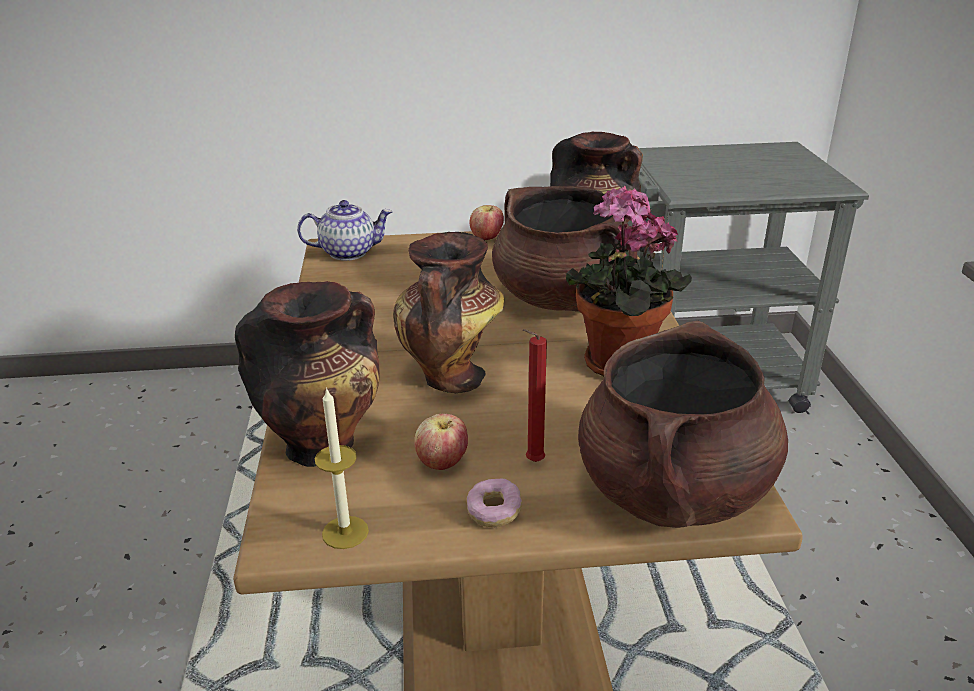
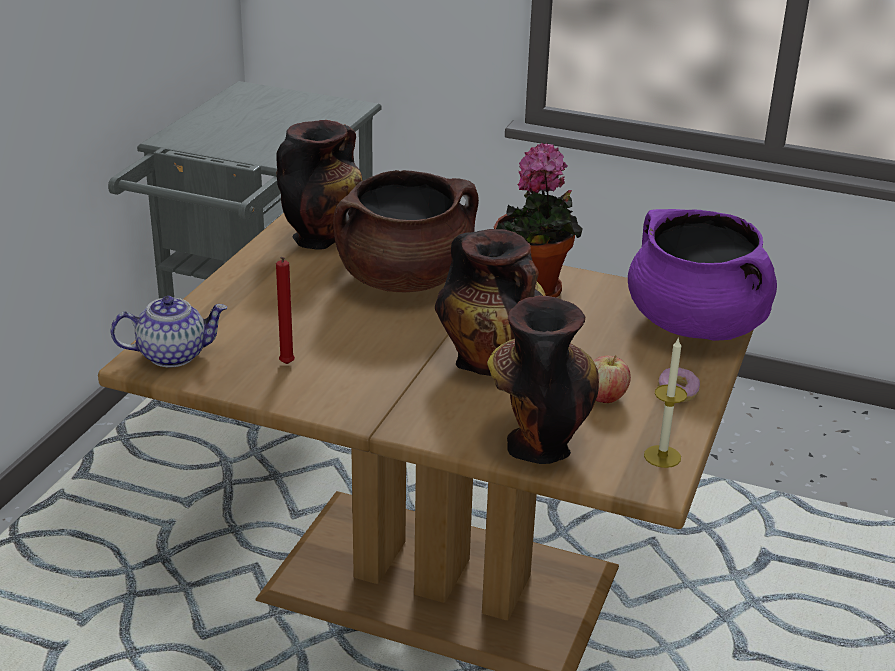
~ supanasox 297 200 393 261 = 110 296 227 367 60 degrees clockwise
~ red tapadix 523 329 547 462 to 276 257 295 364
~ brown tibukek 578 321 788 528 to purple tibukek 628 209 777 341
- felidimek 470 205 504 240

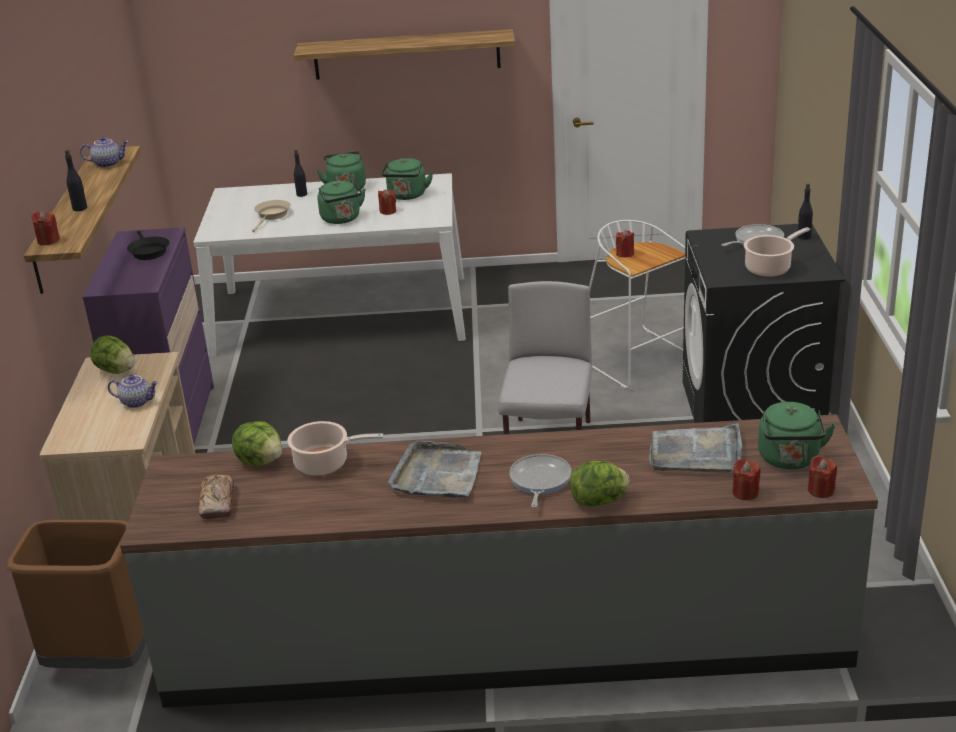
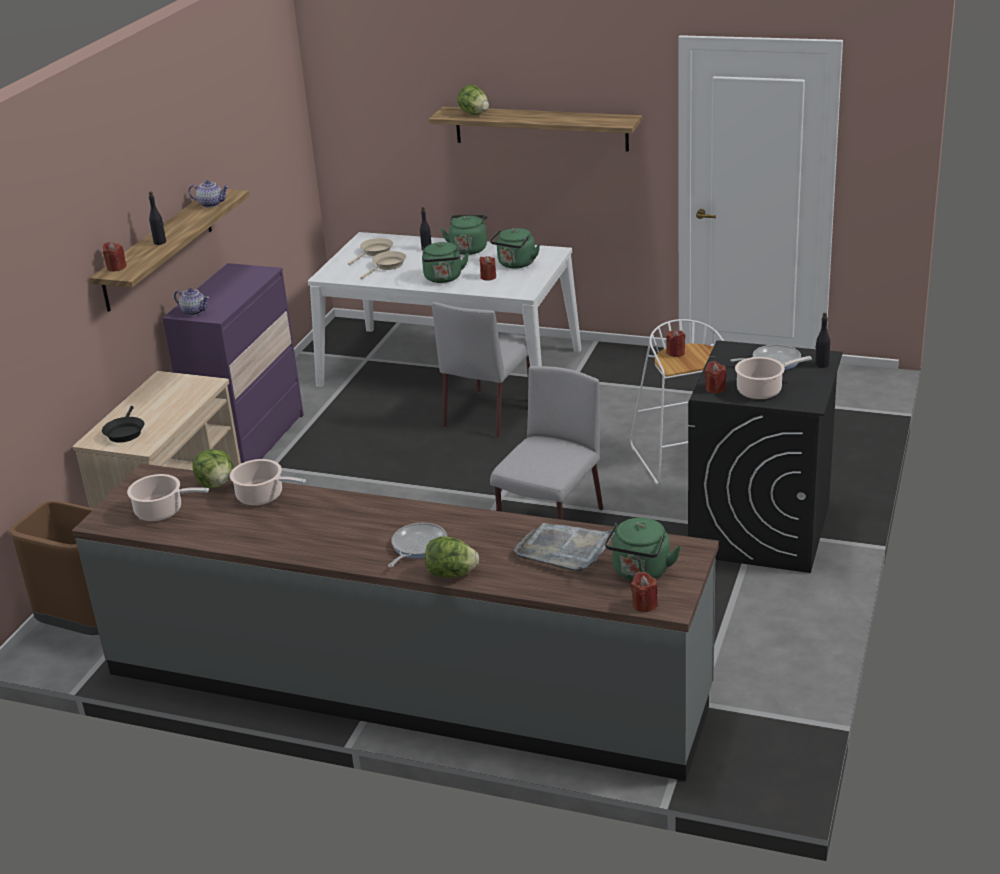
~ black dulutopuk 127 231 169 260 to 102 406 144 443
~ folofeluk 198 474 234 520 to tibukek 127 474 209 521
~ supanasox 108 375 158 408 to 174 288 209 316
+ beige dulutopuk 348 238 393 265
+ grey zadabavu 432 302 530 438
~ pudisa 90 335 135 374 to 457 85 489 115
~ red tapadix 733 458 760 500 to 704 361 726 394
- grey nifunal 388 440 481 498

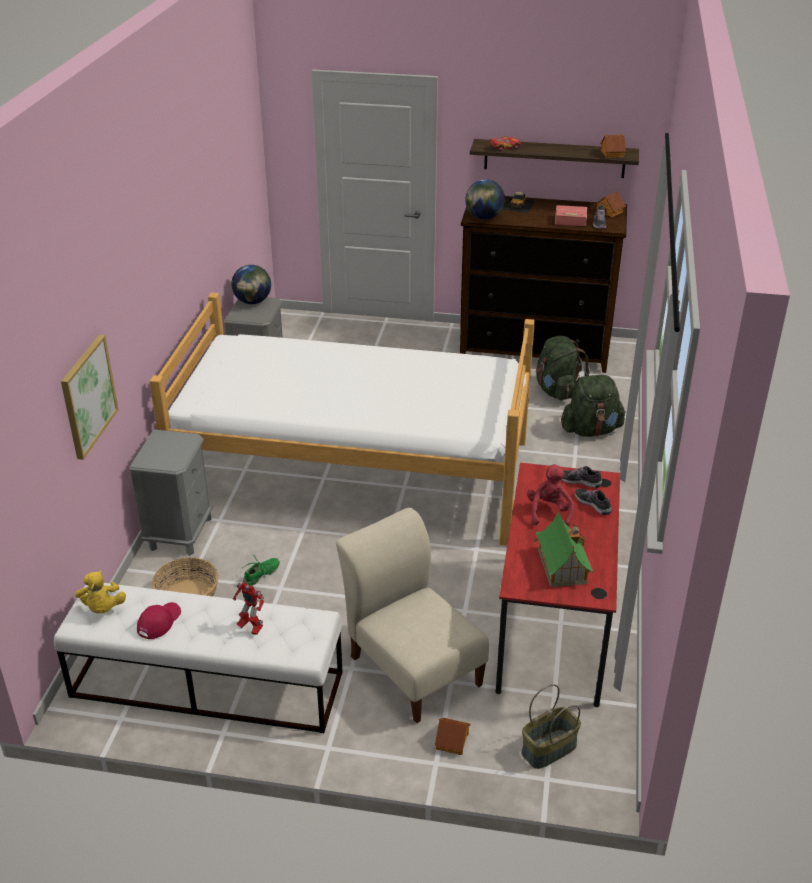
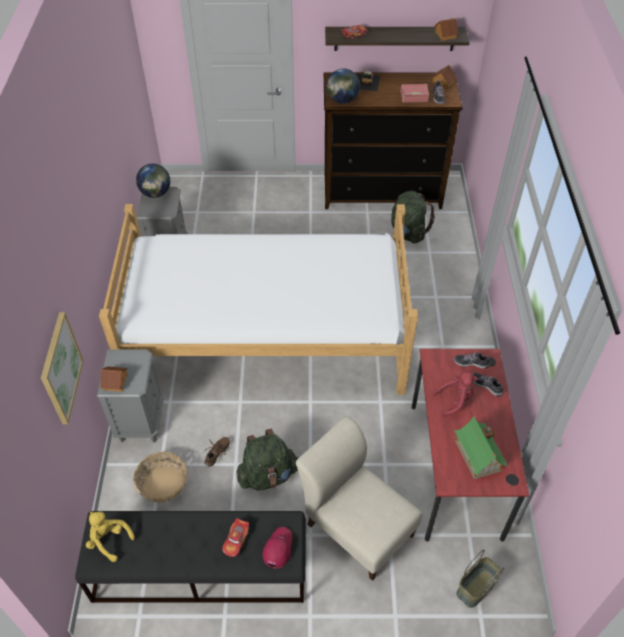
~ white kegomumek 54 583 342 733 to black kegomumek 75 511 306 603
~ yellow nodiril 75 571 126 614 = 86 511 135 562 150 degrees clockwise
~ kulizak 435 718 470 755 to 100 366 128 392
~ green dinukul 242 555 280 586 to brown dinukul 202 437 230 467
~ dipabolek 233 582 264 635 to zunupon 222 518 249 557
~ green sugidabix 561 375 626 437 to 236 429 298 491
~ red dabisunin 137 602 181 639 to 263 527 293 569
~ red nodiril 527 464 574 527 = 432 372 477 416 75 degrees clockwise

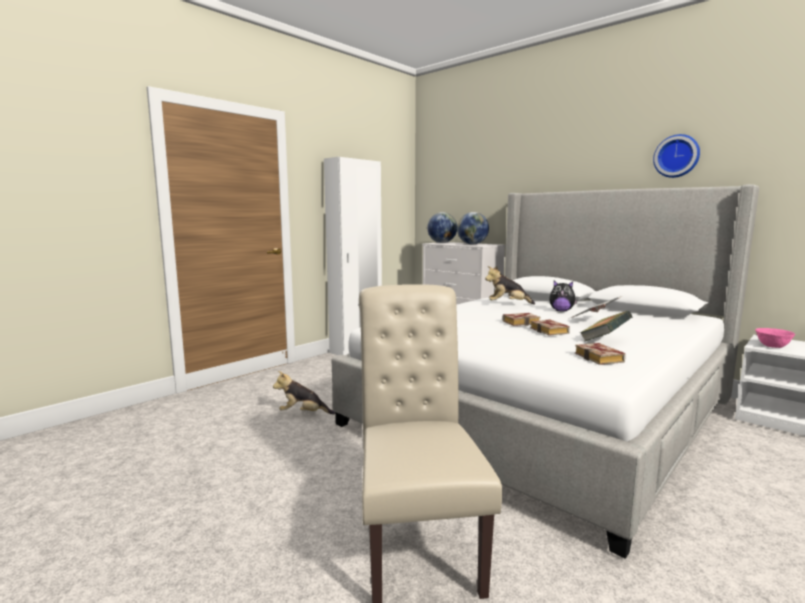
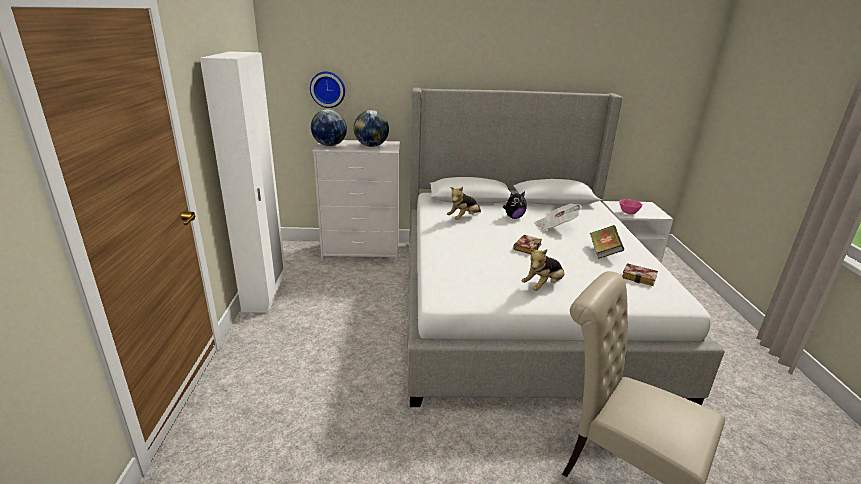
~ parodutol 653 134 700 178 to 310 72 345 108
~ nodiril 273 371 335 414 to 522 249 564 291
- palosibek 530 320 570 336

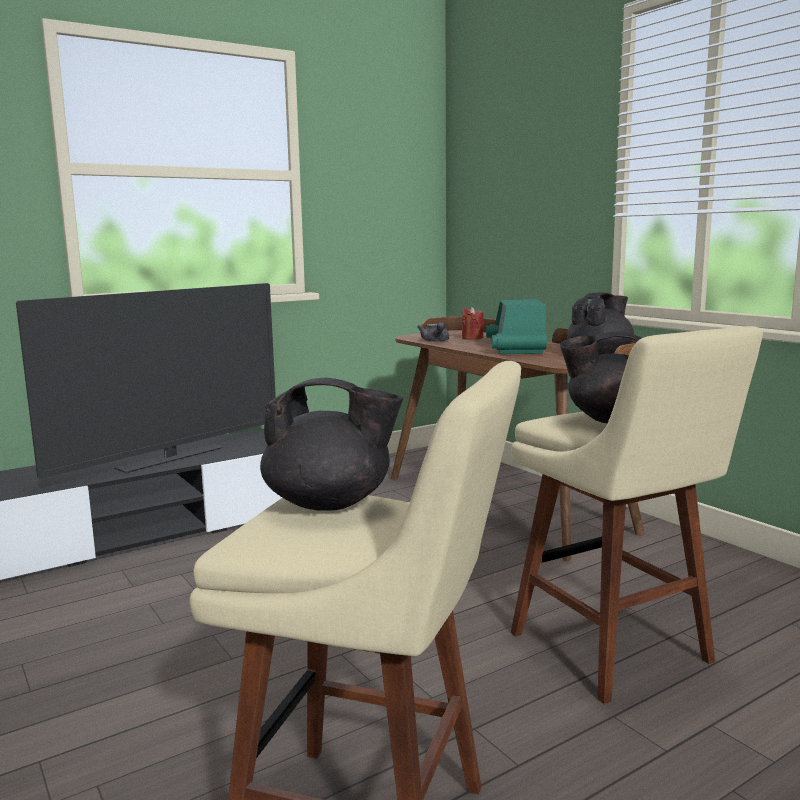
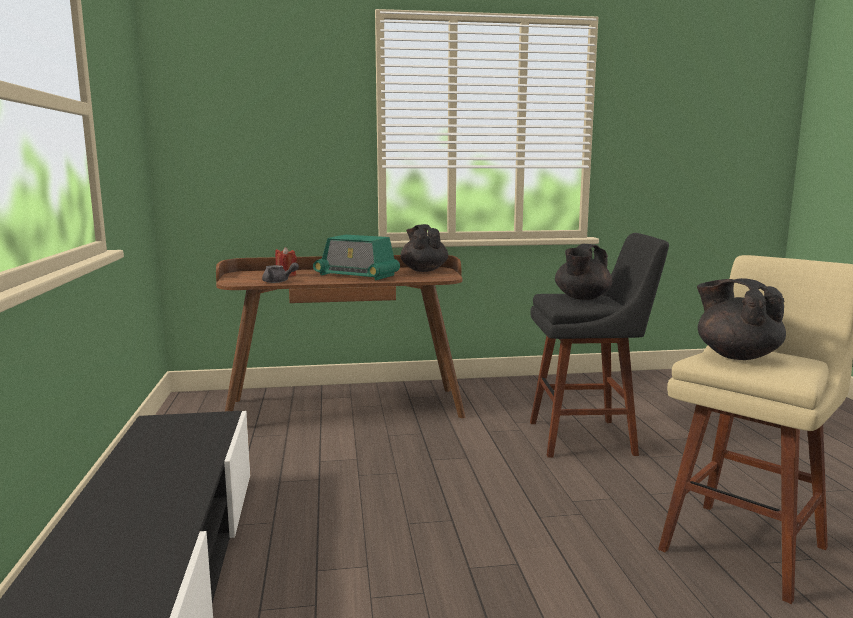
~ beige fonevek 511 326 763 704 to black fonevek 530 233 669 458
~ black supanasox 260 378 403 511 = 697 278 786 360 60 degrees counterclockwise
- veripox 16 283 276 479

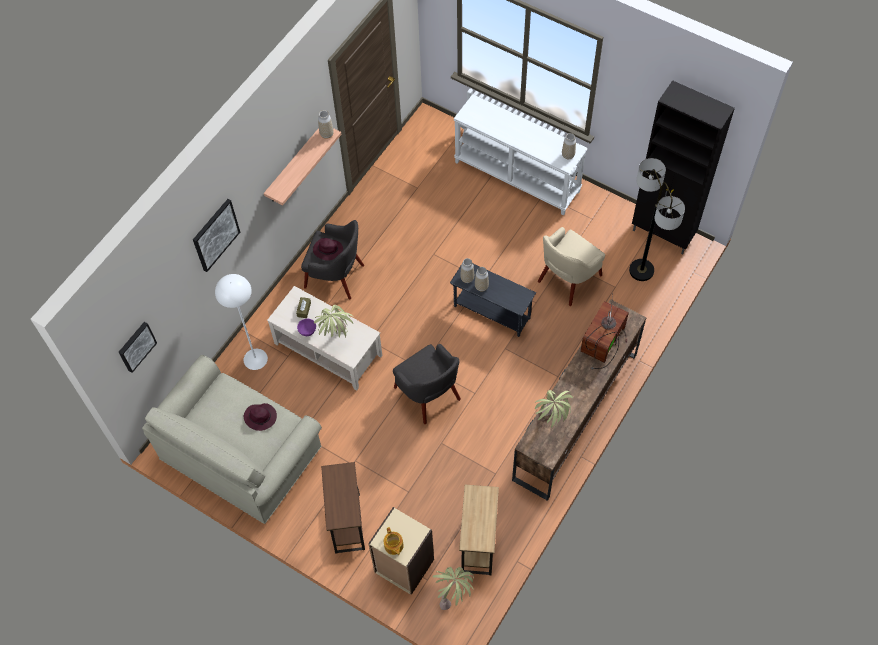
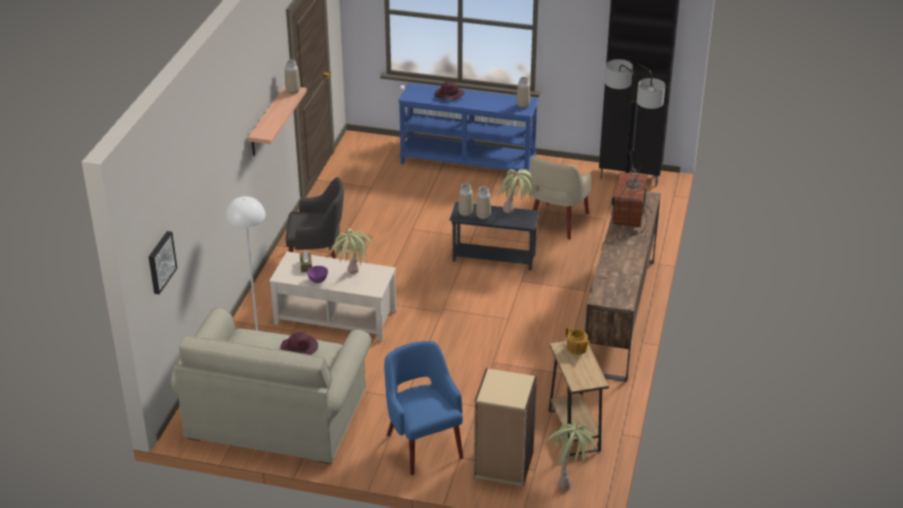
~ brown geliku 321 462 365 554 to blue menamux 384 341 463 475
~ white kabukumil 454 94 587 216 to blue kabukumil 398 83 538 172
~ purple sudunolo 313 238 343 261 to 435 81 464 101
~ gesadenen 535 390 573 428 to 500 169 534 214
~ supanasox 384 527 404 555 to 565 327 590 355
- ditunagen 193 199 240 272
- grey menamux 393 344 461 424

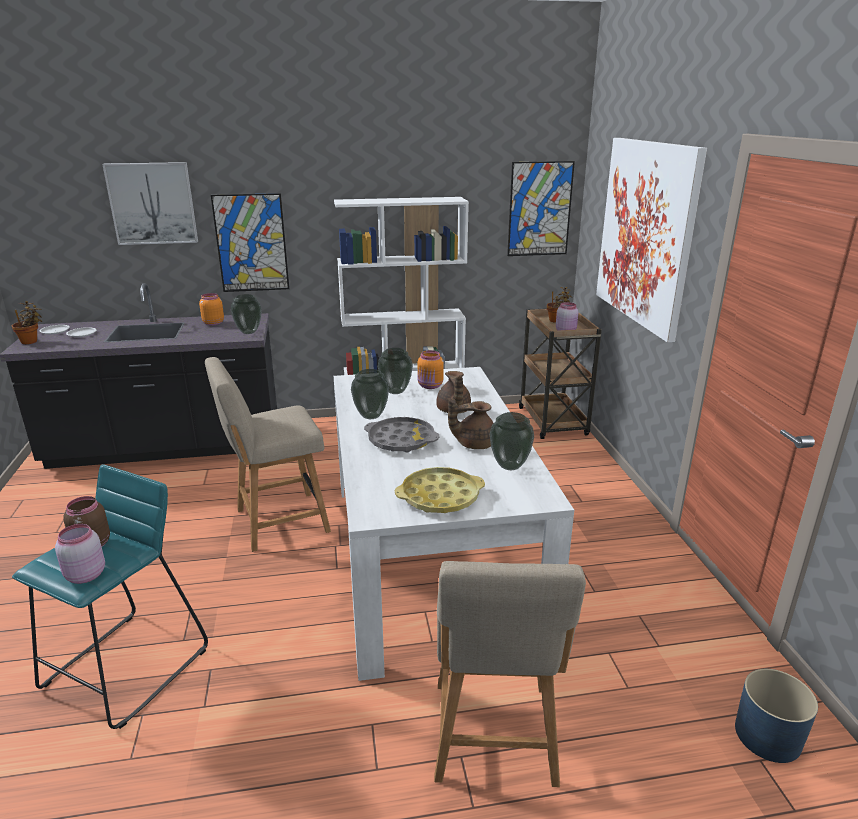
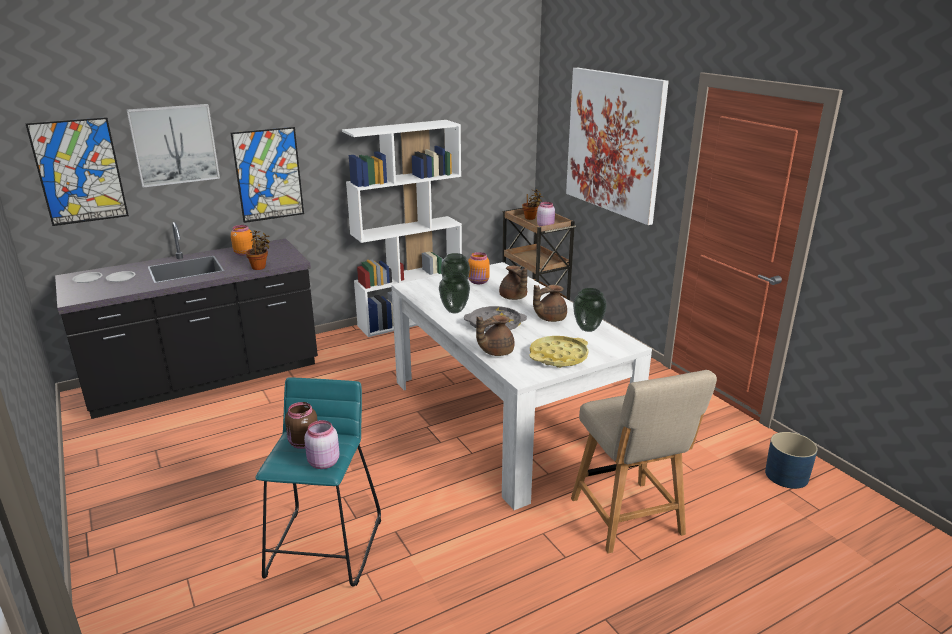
~ ditunagen 507 161 575 256 to 25 117 129 226
~ gesadenen 12 301 42 344 to 246 230 270 270
+ brown supanasox 476 315 515 356
- beige zadabavu 205 357 331 552
- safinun 231 294 262 334

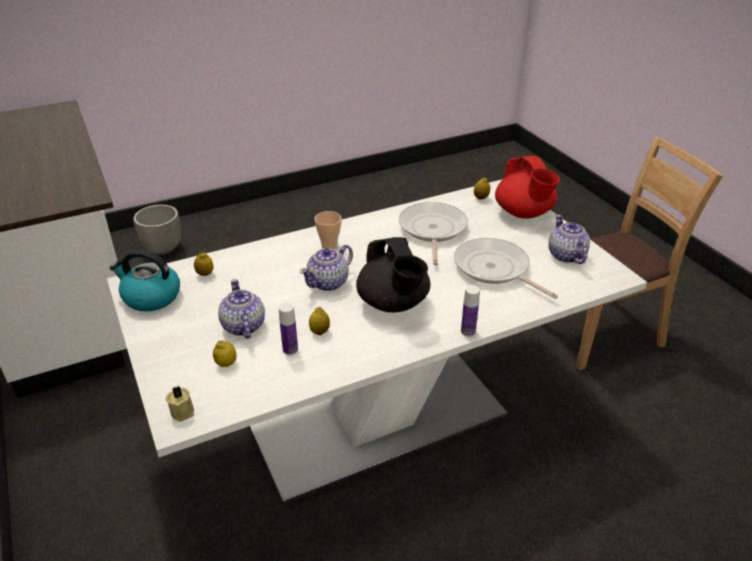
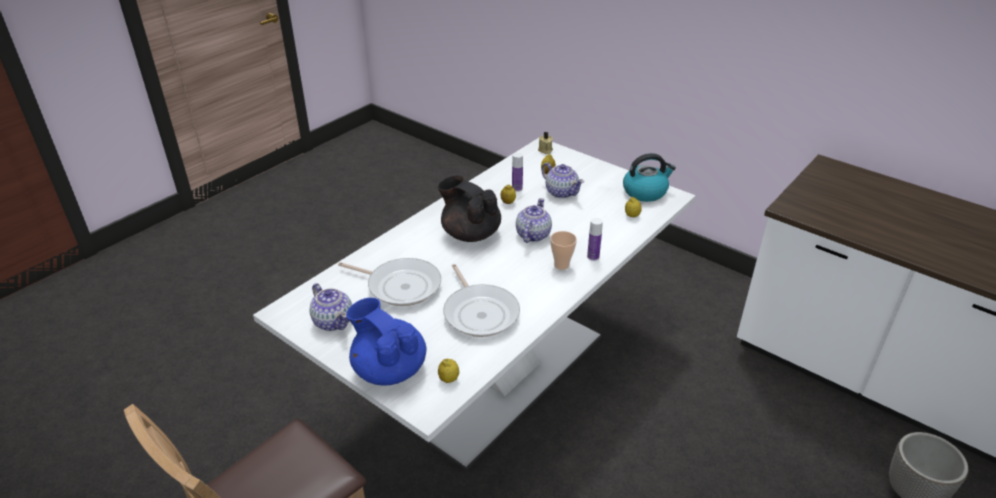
~ red supanasox 495 156 560 219 to blue supanasox 346 298 426 386
~ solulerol 461 285 480 337 to 587 218 603 261

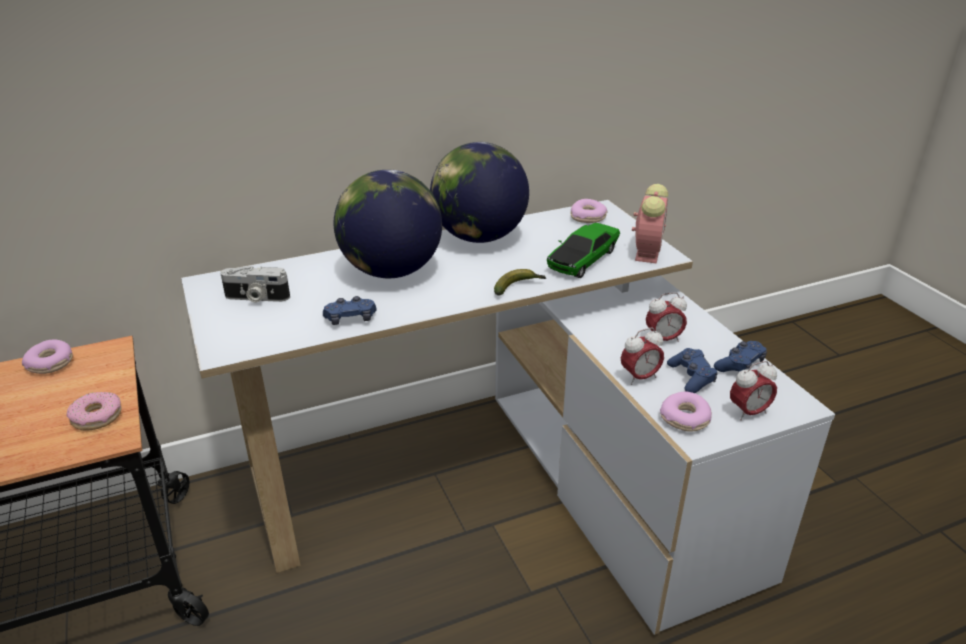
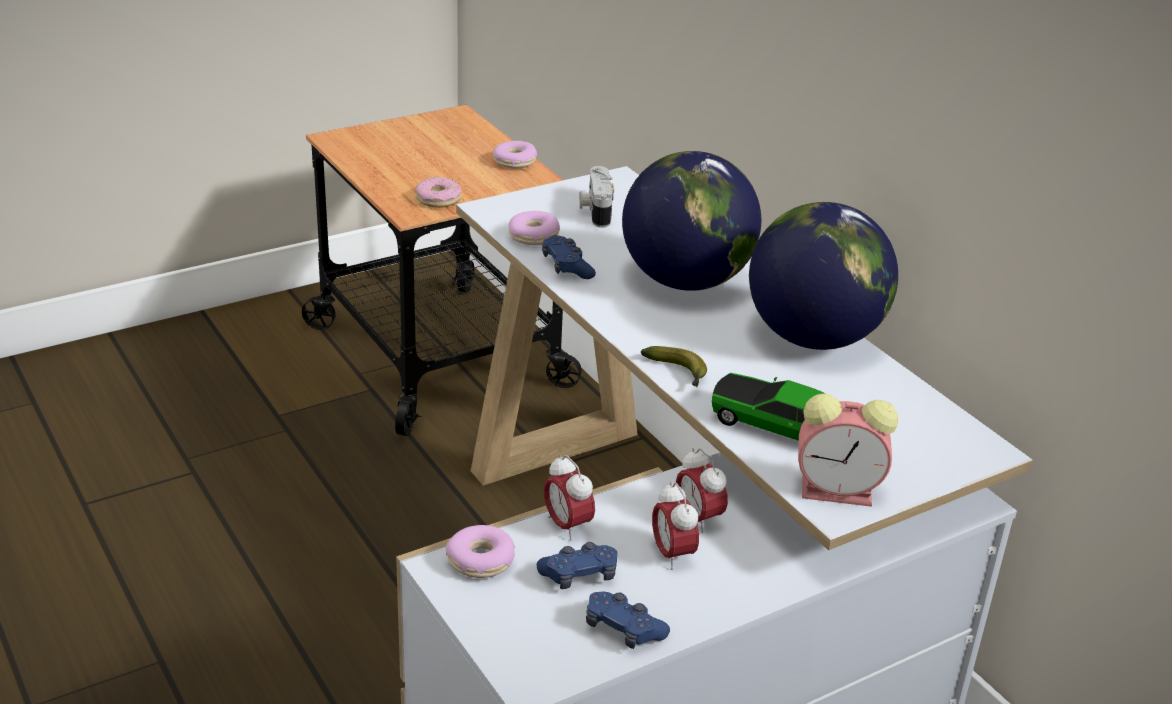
~ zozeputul 571 199 607 223 to 508 211 560 245
~ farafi 730 361 777 421 to 676 448 728 533

